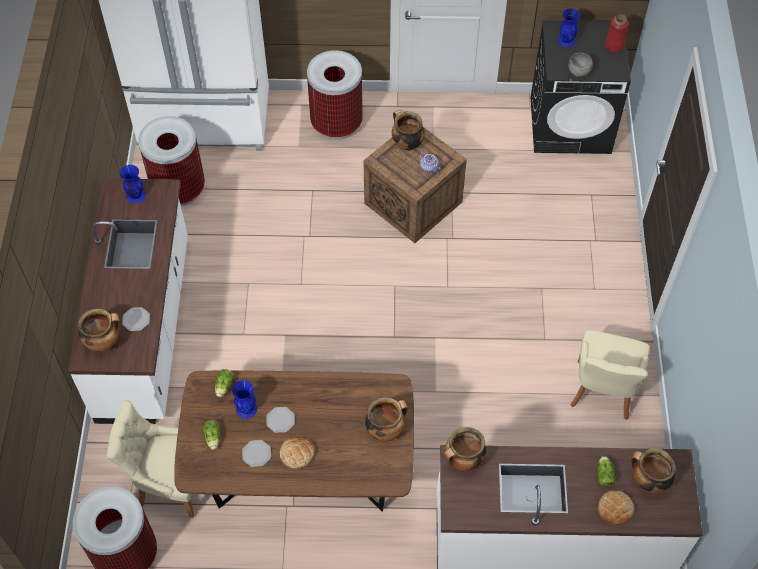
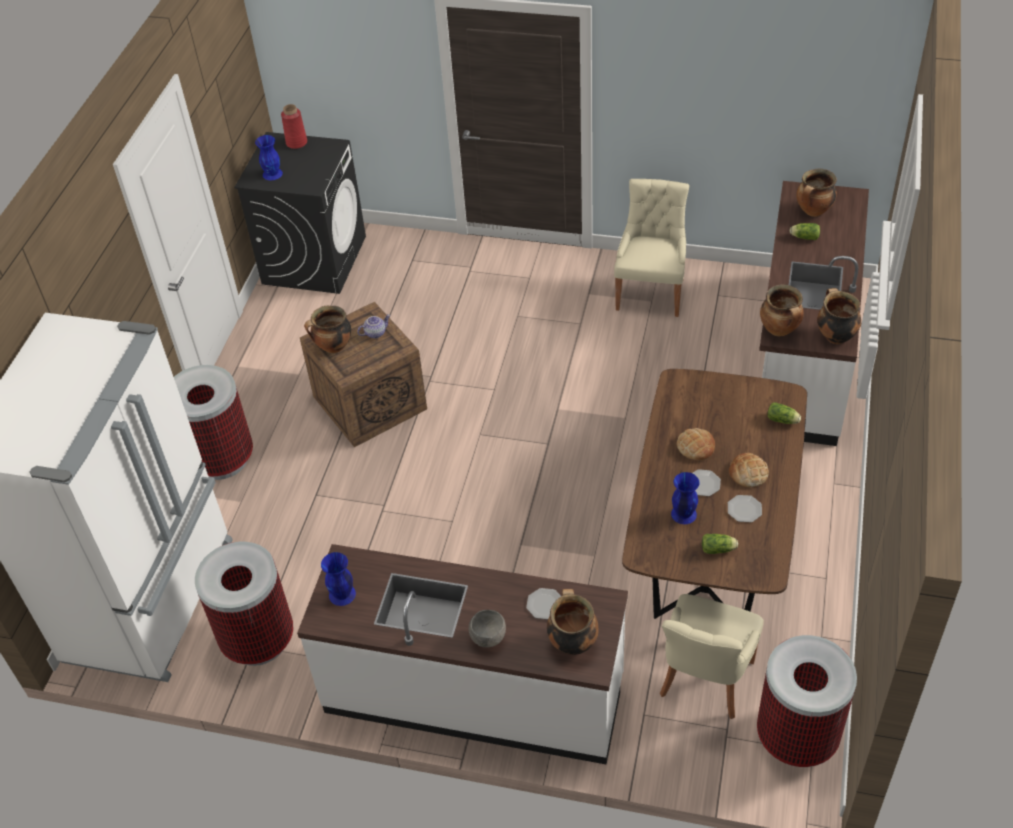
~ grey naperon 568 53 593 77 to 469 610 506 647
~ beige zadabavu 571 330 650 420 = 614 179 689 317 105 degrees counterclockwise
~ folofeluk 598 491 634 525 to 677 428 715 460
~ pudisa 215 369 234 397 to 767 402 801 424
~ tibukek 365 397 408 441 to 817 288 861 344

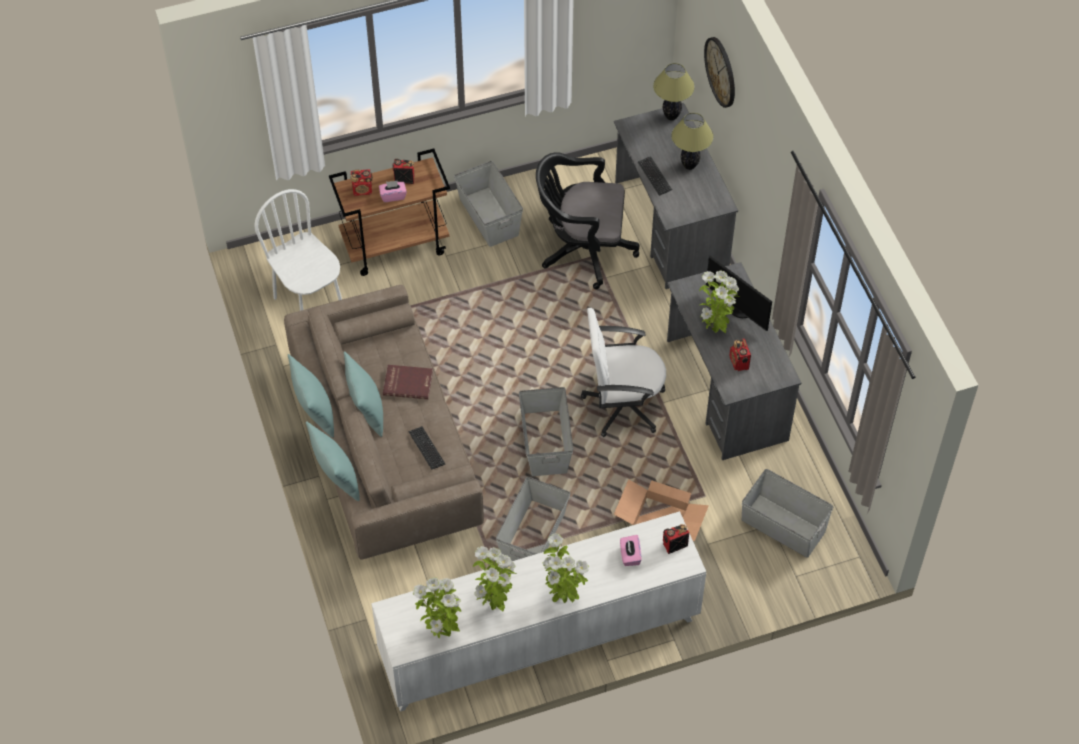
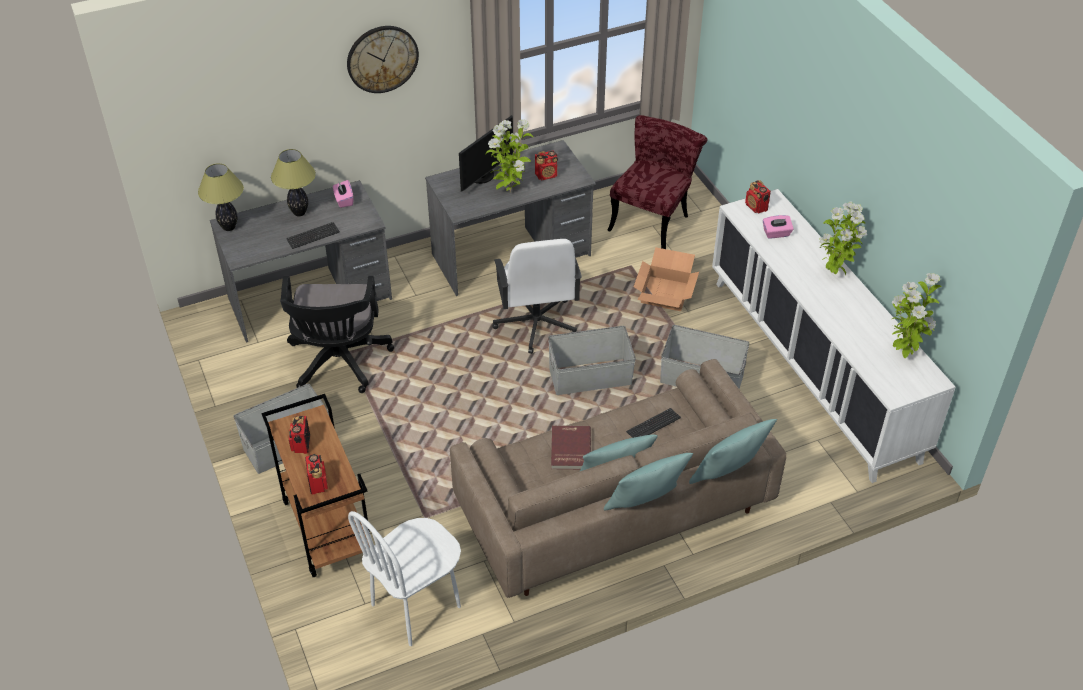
~ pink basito 379 181 407 202 to 333 180 353 208
~ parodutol 704 37 735 108 to 347 26 419 93
~ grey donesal 742 469 833 558 to red zadabavu 607 115 708 249
- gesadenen 473 546 516 611

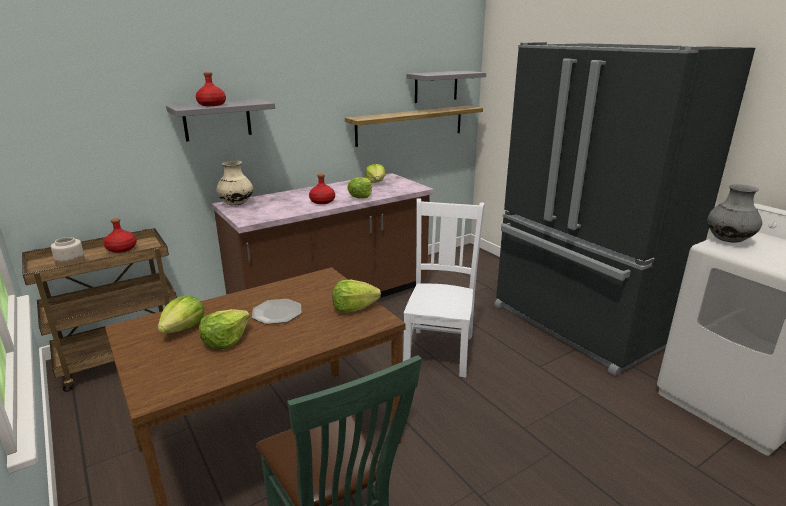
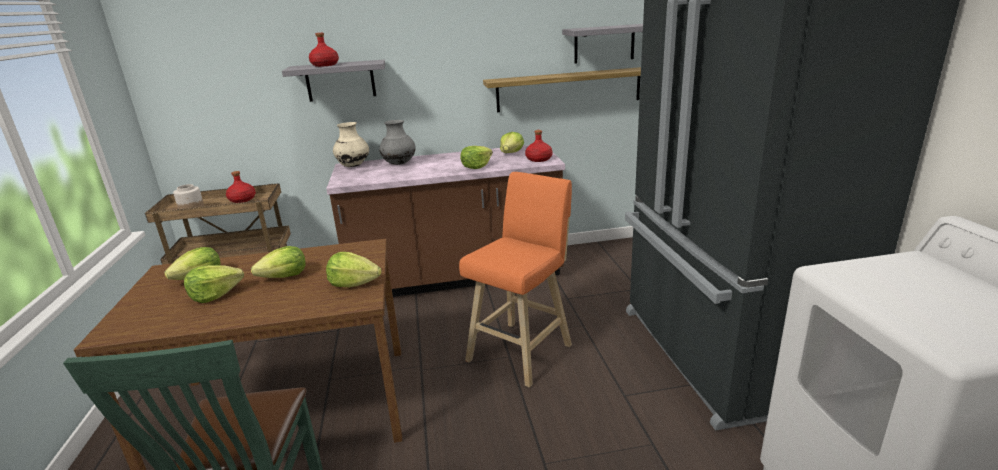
~ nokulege 252 299 302 324 to pudisa 251 246 306 278
~ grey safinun 708 184 762 243 to 379 120 416 165
~ white zadabavu 403 198 485 377 to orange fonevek 459 172 572 388
~ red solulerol 309 174 335 204 to 525 130 553 162

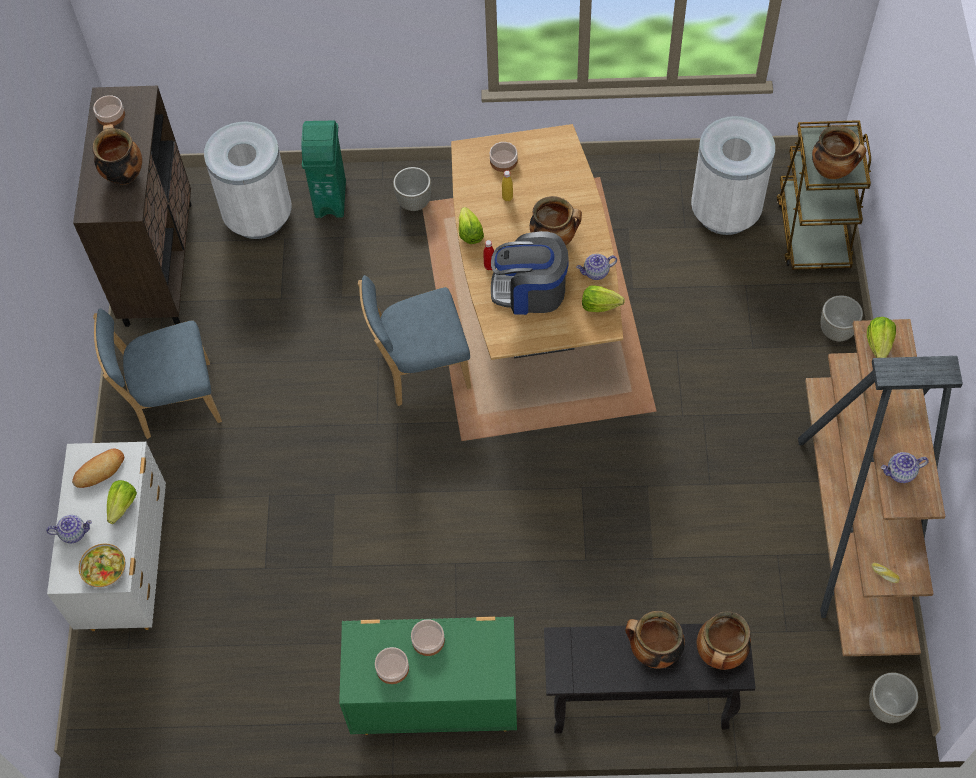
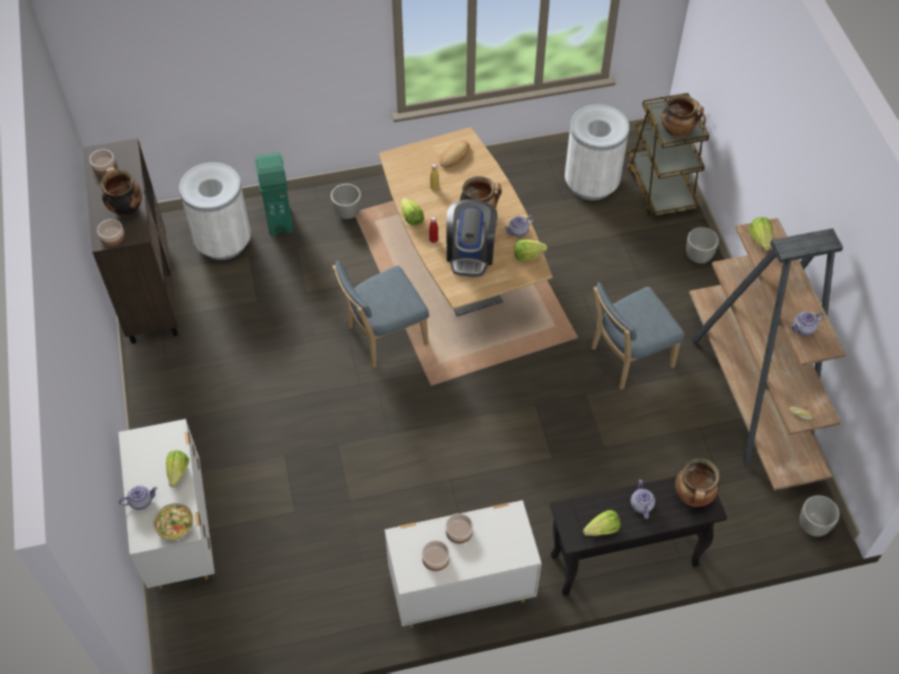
~ naperon 490 142 518 172 to 97 219 125 246
~ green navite 339 616 517 735 to white navite 385 500 542 628
~ folofeluk 72 449 124 488 to 440 140 470 167
~ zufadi 491 231 569 315 = 447 199 498 277 75 degrees counterclockwise
+ pudisa 583 510 620 536
~ blue zadabavu 93 308 222 439 to 592 282 685 390
~ tibukek 625 611 685 669 to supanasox 631 480 655 519

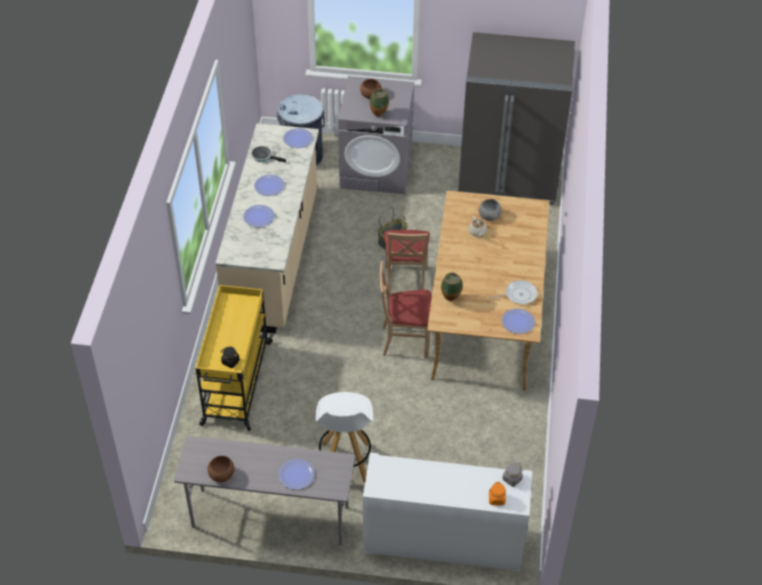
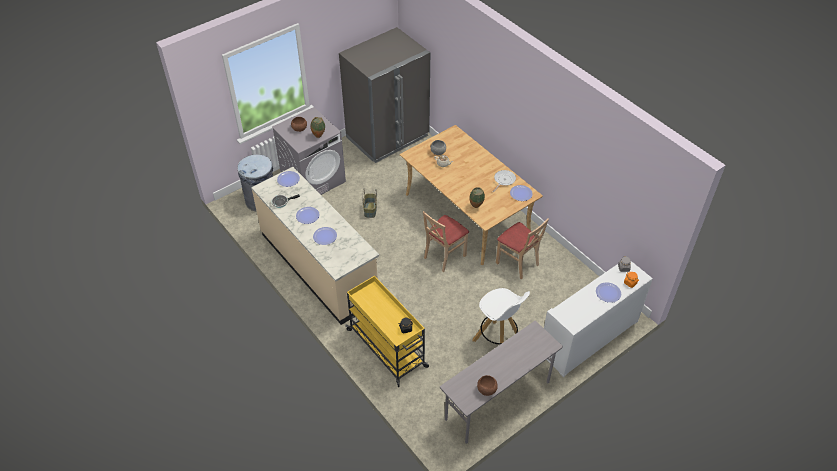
~ beige zadabavu 384 230 430 291 to 496 219 549 280
~ nokulege 278 459 315 490 to 596 282 621 303

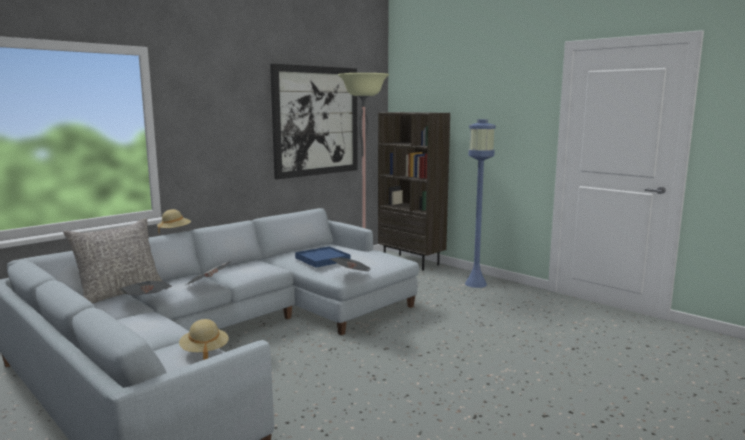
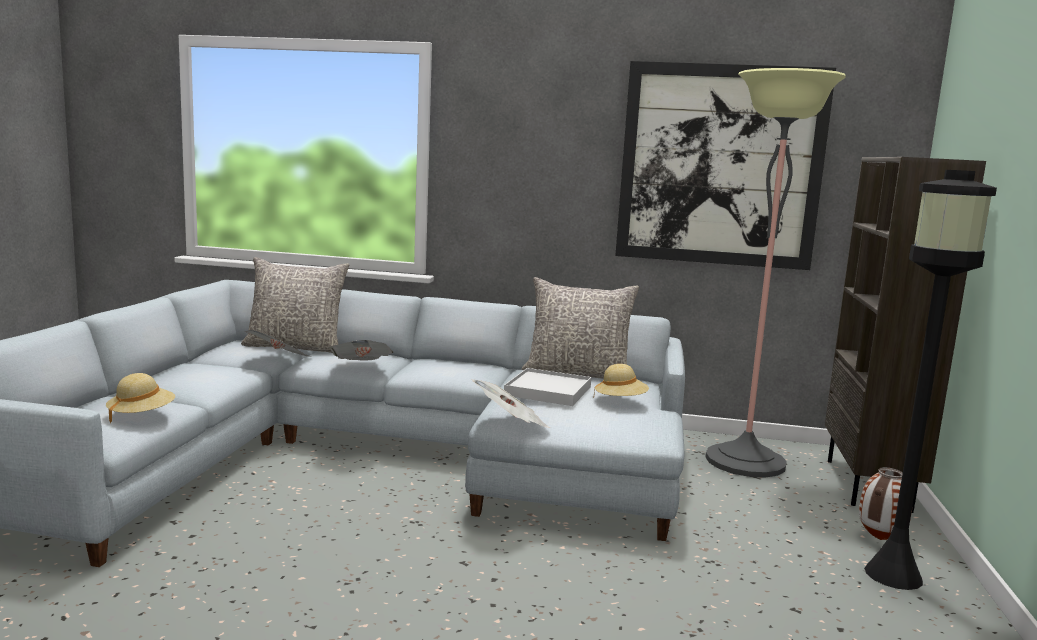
~ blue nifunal 295 246 351 268 to white nifunal 504 368 591 406
+ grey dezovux 522 277 639 379
~ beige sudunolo 157 209 191 233 to 593 364 649 399
+ safinun 859 467 912 540
~ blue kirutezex 465 119 496 288 to black kirutezex 864 170 997 590

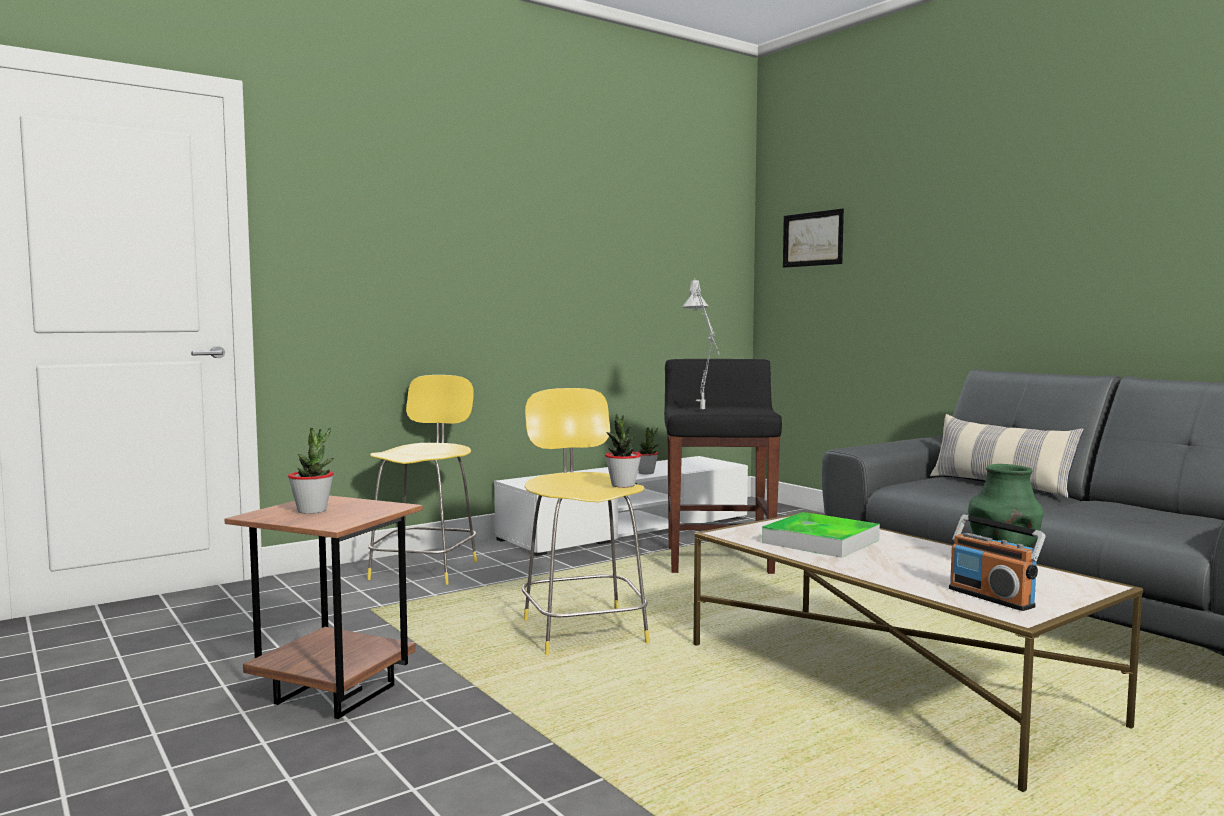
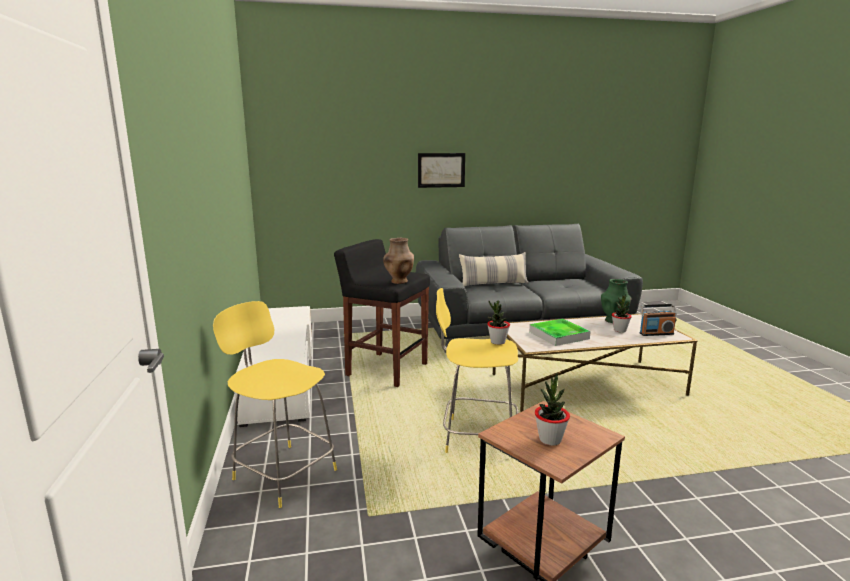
~ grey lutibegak 682 280 720 409 to brown safinun 383 238 414 284
~ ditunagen 783 209 844 268 to 418 153 465 188
~ gesadenen 636 427 659 474 to 612 294 632 333

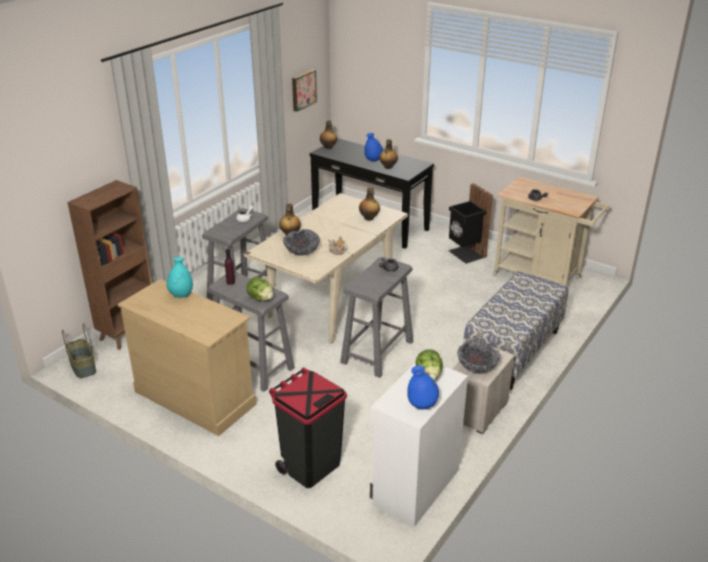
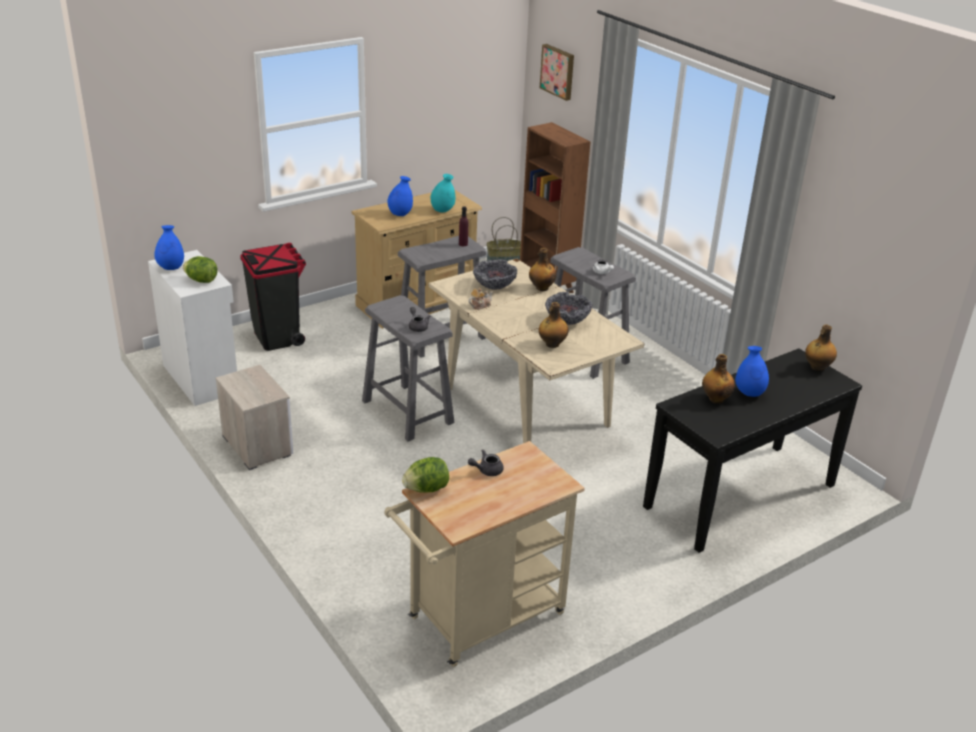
+ blue safinun 387 176 413 216
~ pudisa 247 276 273 301 to 402 457 449 493
~ ditunagen 292 69 317 112 to 540 44 574 101
~ naperon 457 340 500 373 to 545 292 593 325
- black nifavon 448 183 493 264
- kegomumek 463 271 568 390

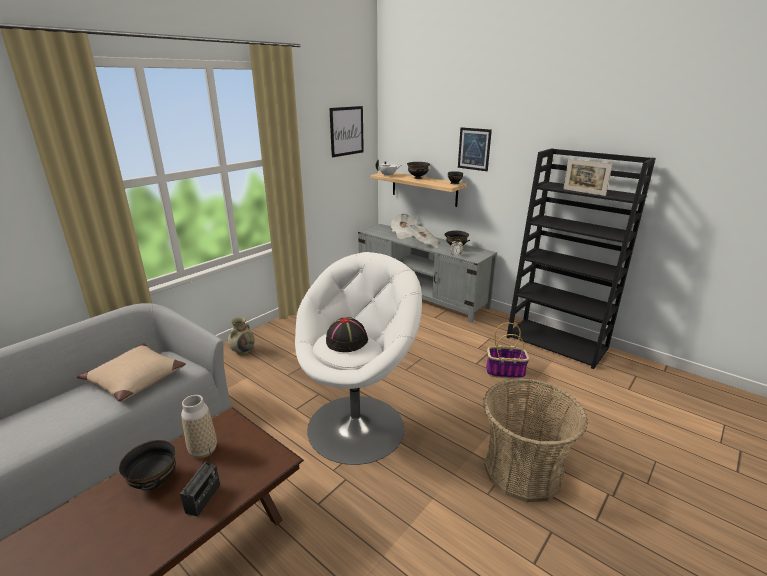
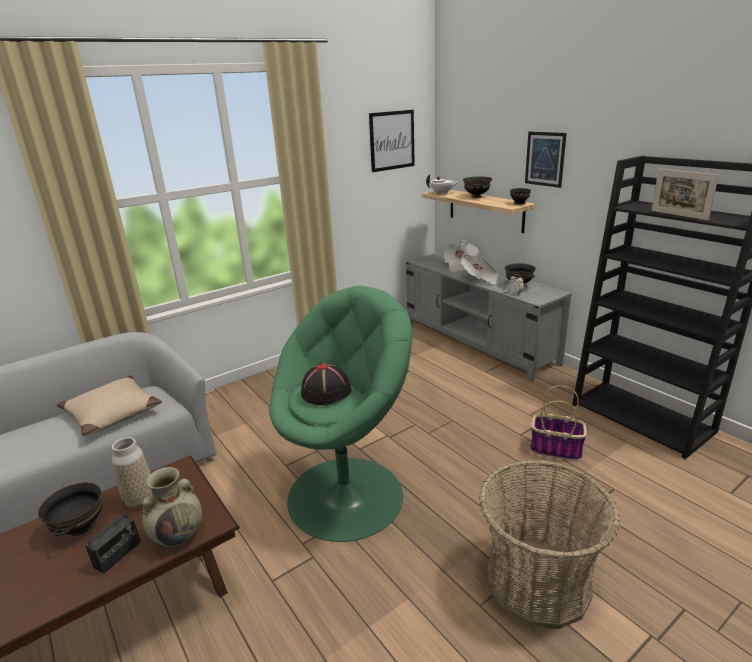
~ beige safinun 228 317 255 355 to 143 467 202 549
~ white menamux 295 252 422 465 to green menamux 269 286 412 542

